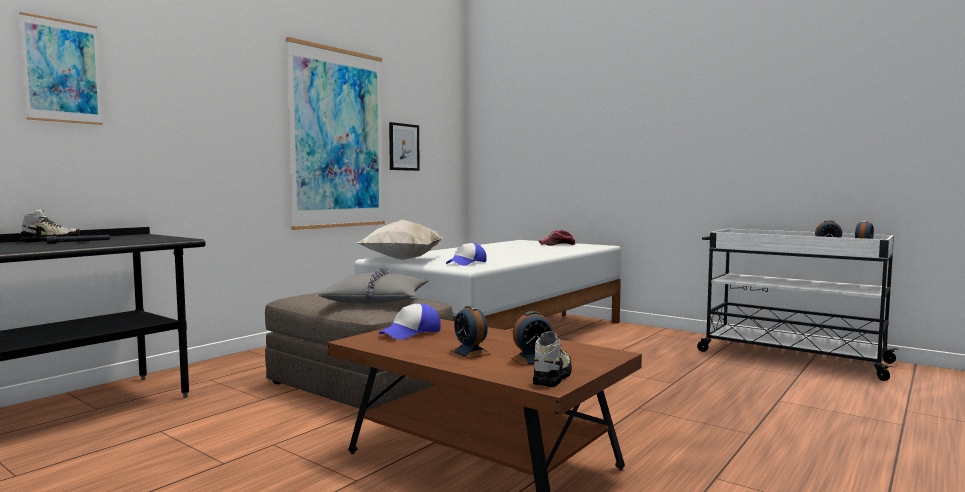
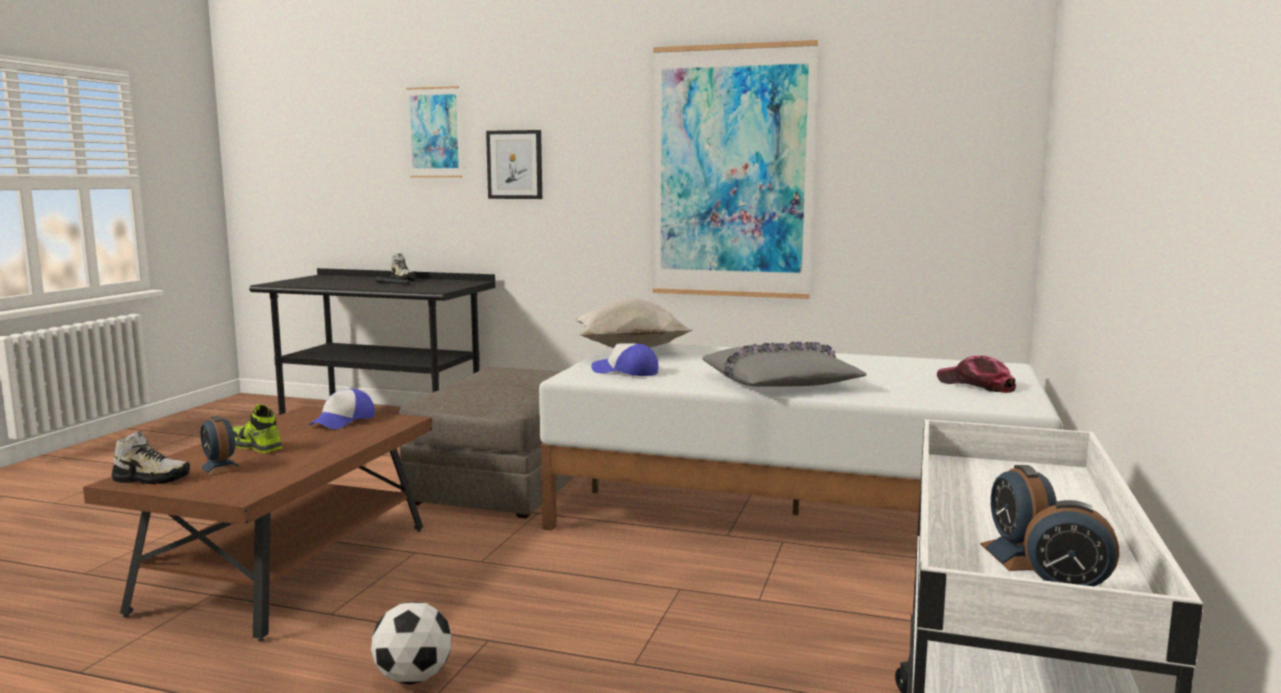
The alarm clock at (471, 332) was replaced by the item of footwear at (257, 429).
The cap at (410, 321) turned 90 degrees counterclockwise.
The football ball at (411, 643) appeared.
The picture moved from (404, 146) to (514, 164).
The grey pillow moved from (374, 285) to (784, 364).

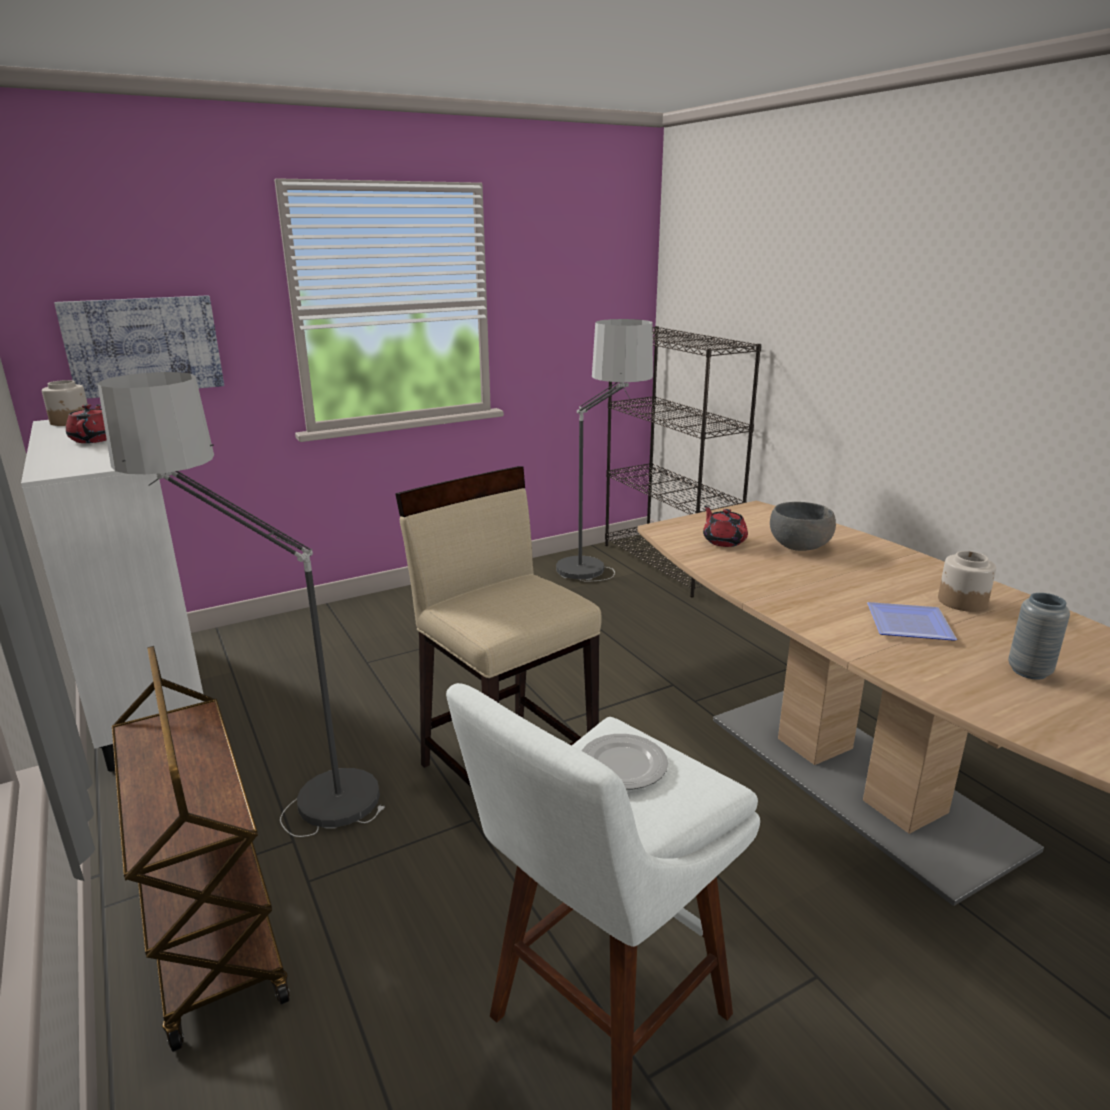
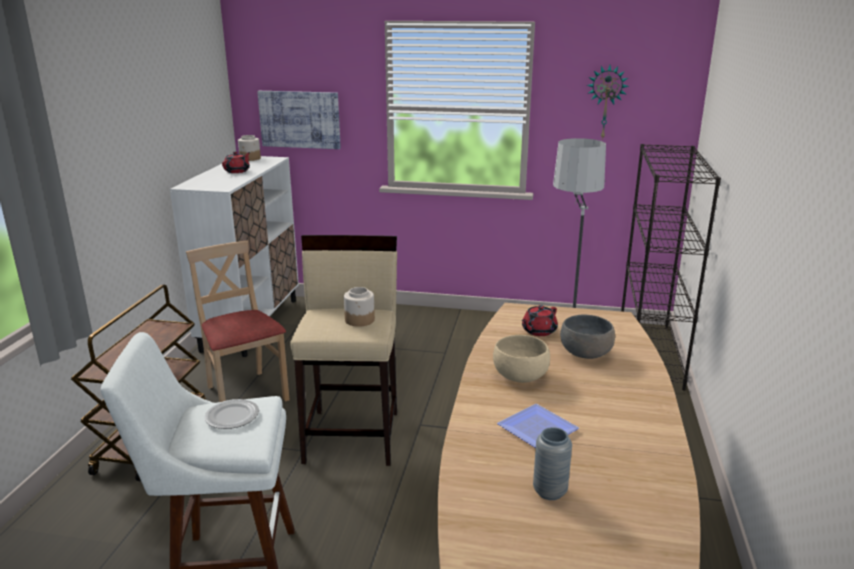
The standing lamp at (241, 604) was replaced by the beige-coloured plain chair at (238, 321).
The jar moved from (967, 581) to (359, 307).
The beige-coloured bowl at (521, 359) appeared.
The red teapot at (725, 526) turned 150 degrees counterclockwise.
The hanging clock at (608, 102) appeared.

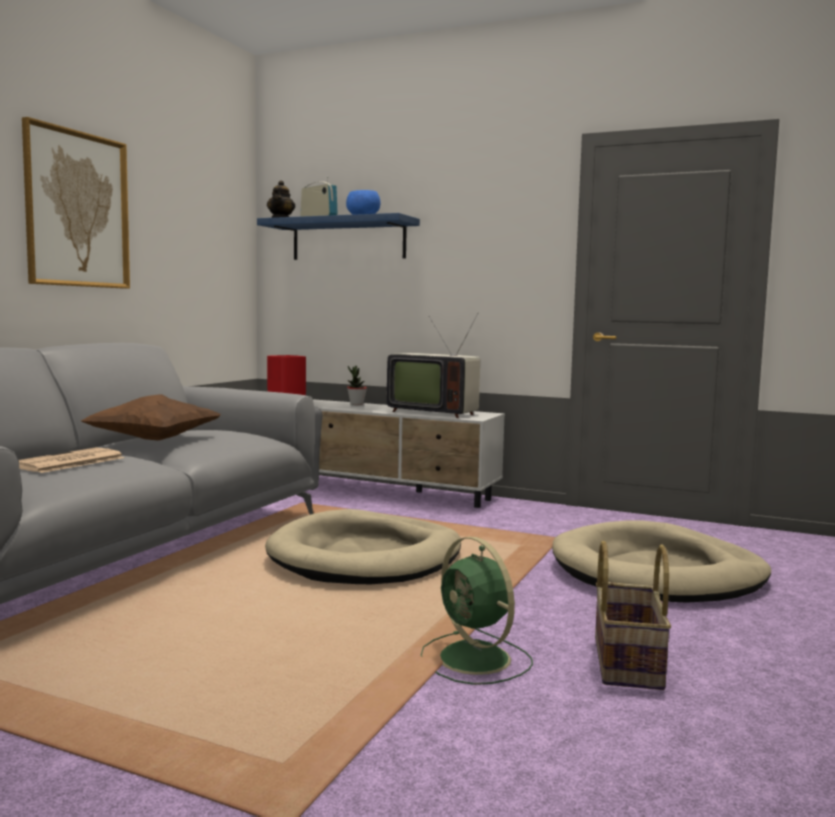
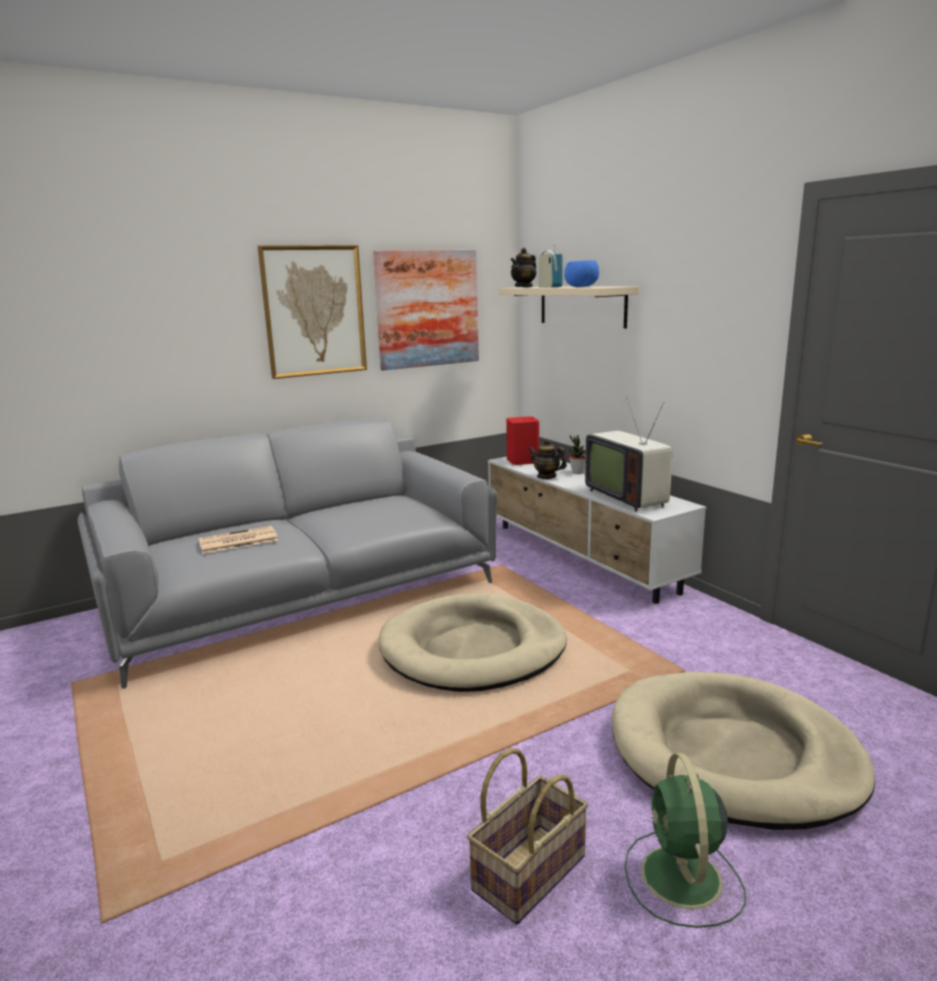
The picture at (426, 309) appeared.
The blue bracket shelf at (338, 236) became the beige-coloured bracket shelf at (569, 307).
The teapot at (547, 459) appeared.
The greenish fan moved from (477, 611) to (685, 840).
The brown-coloured pillow at (150, 417) disappeared.

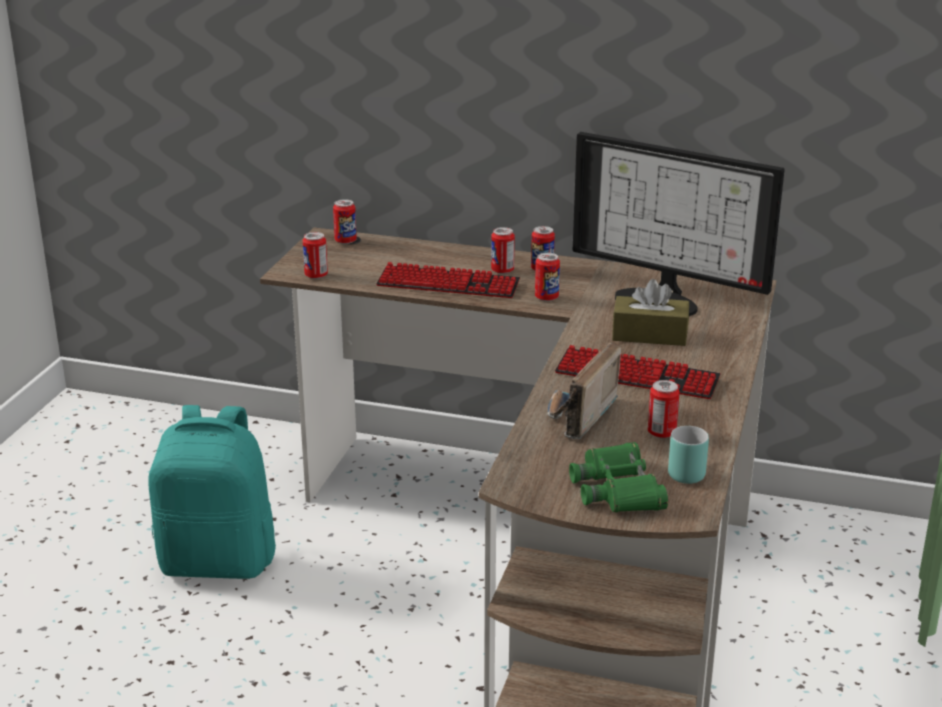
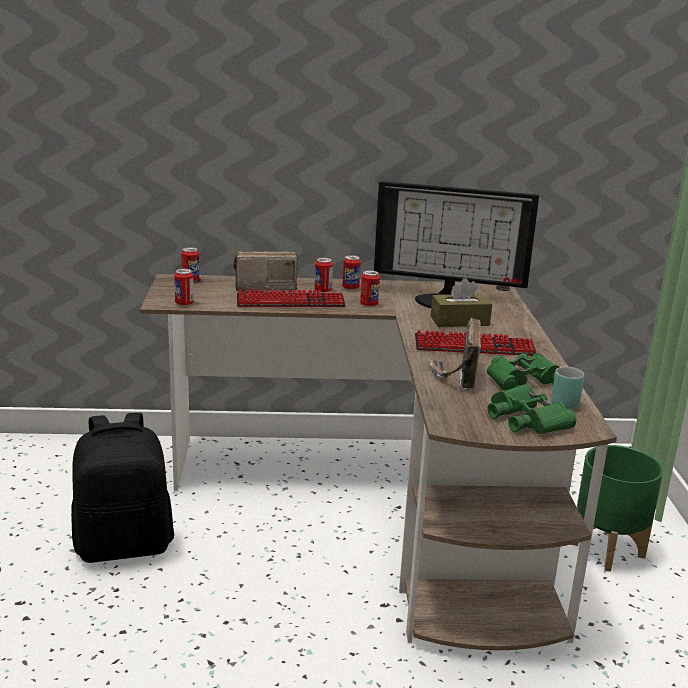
The turquoise-coloured knapsack at (212, 492) became the black-coloured knapsack at (122, 488).
The radio at (265, 271) appeared.
The can at (664, 409) was replaced by the greenish field glasses at (523, 372).
The greenish planter at (617, 508) appeared.

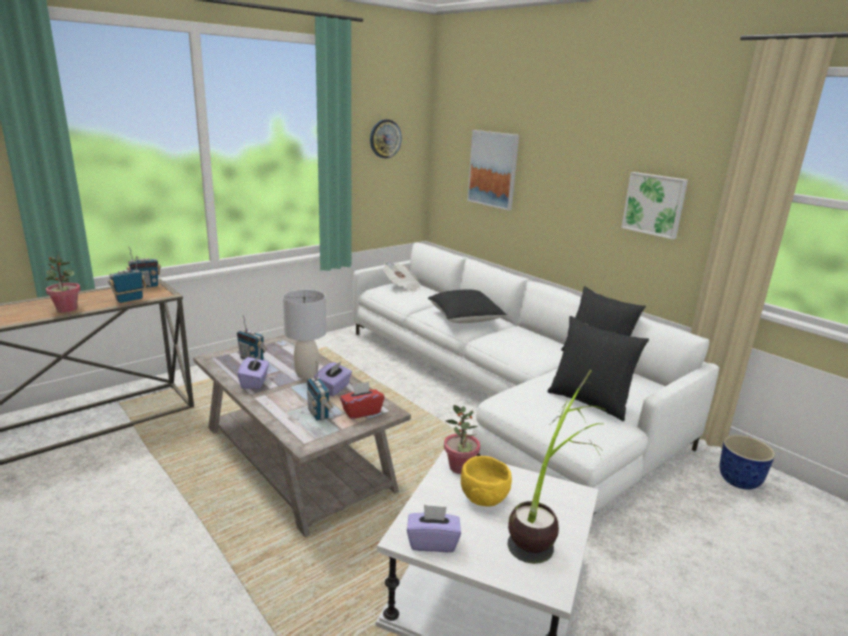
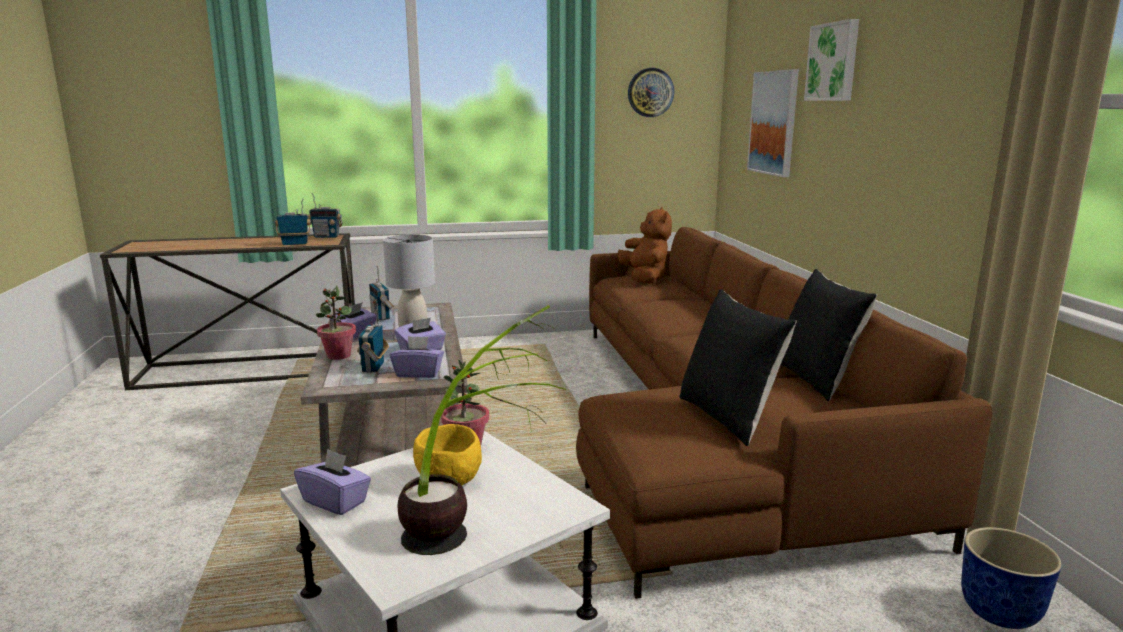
The potted plant moved from (63, 283) to (336, 322).
The red tissue box at (362, 400) became the purple-coloured tissue box at (417, 357).
The whitish sofa at (536, 378) became the brown-coloured sofa at (784, 413).
The printed paper at (402, 276) was replaced by the brown-coloured cuddly toy at (645, 245).
The picture moved from (654, 205) to (831, 60).
The black-coloured pillow at (467, 306) disappeared.

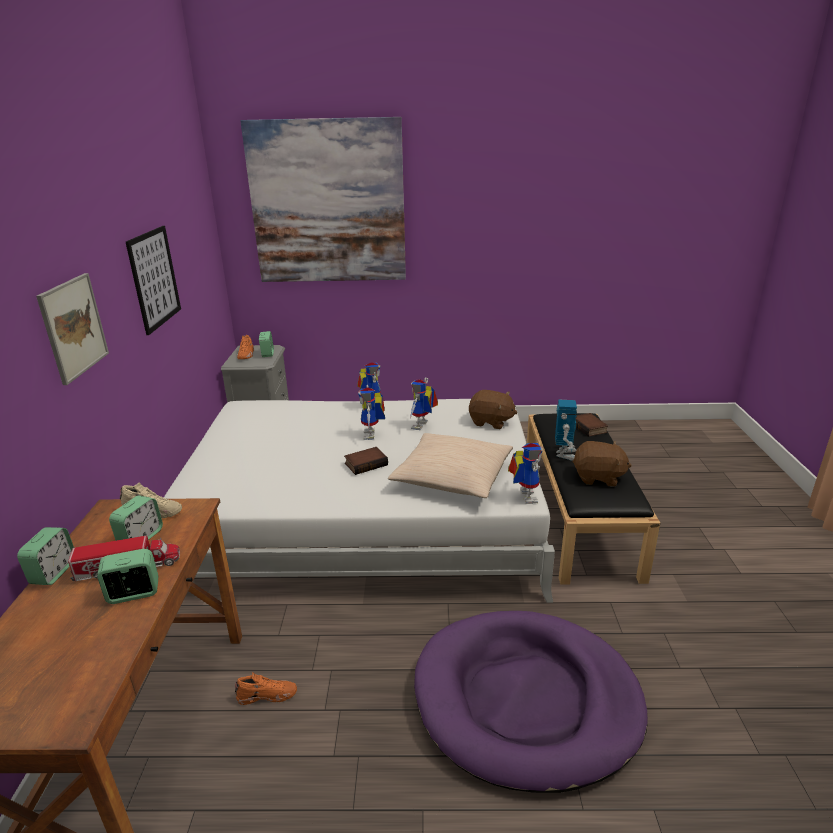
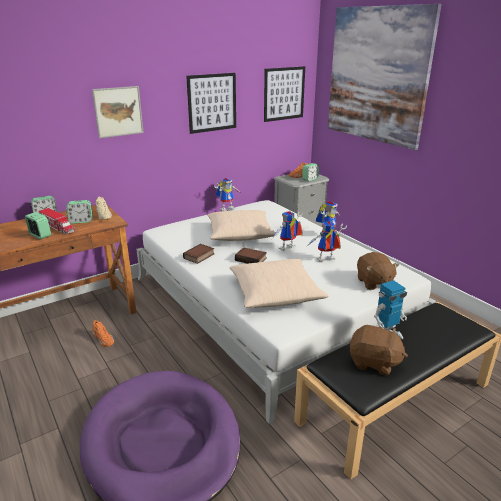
The book moved from (592, 425) to (198, 254).
The beige-coloured pillow at (242, 225) appeared.
The model robot moved from (525, 473) to (226, 194).
The picture at (284, 94) appeared.
The brown-coloured cuddly toy at (602, 464) turned 45 degrees counterclockwise.

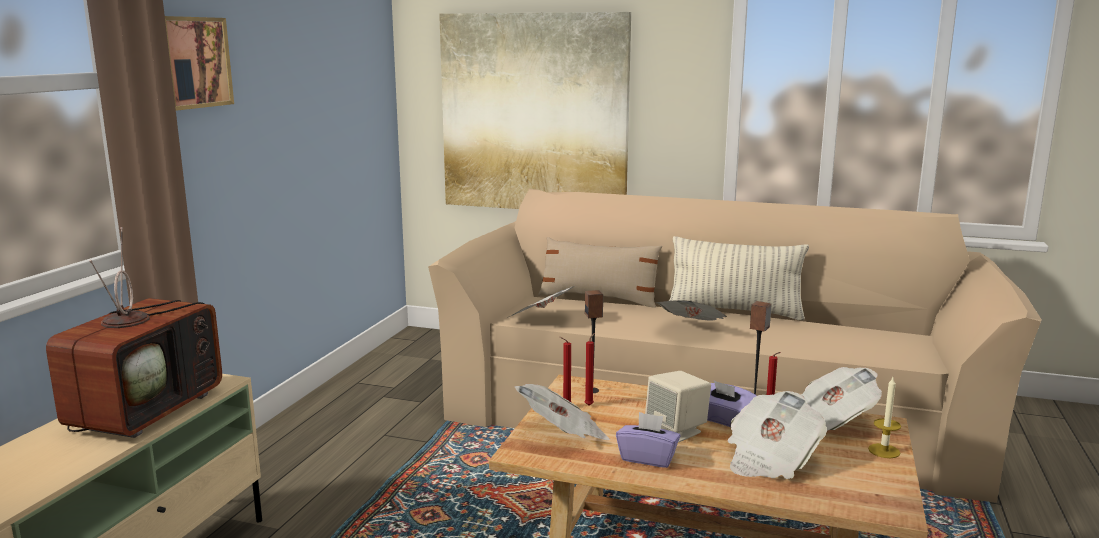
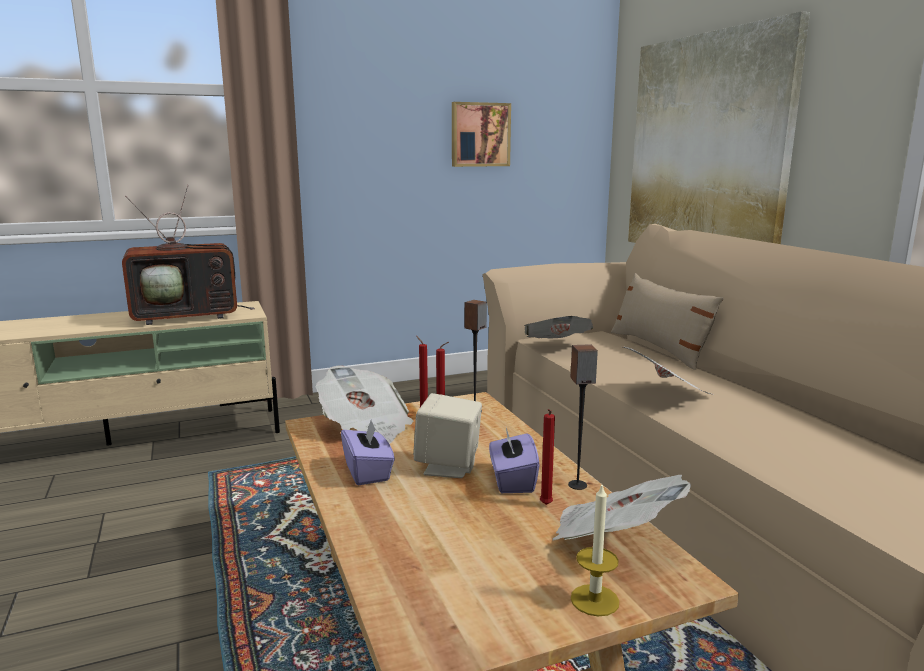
The picture moved from (199, 63) to (481, 134).
The pillow at (739, 278) disappeared.
The printed paper at (777, 435) disappeared.

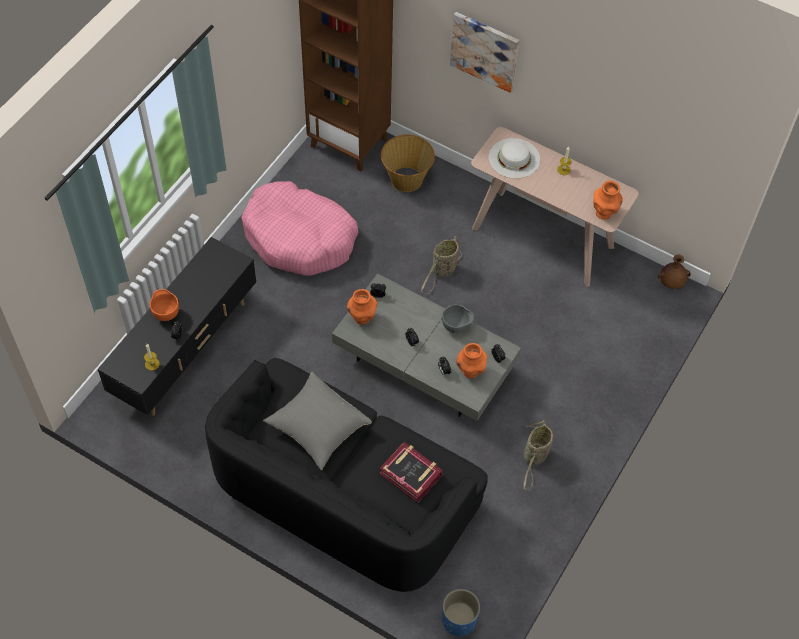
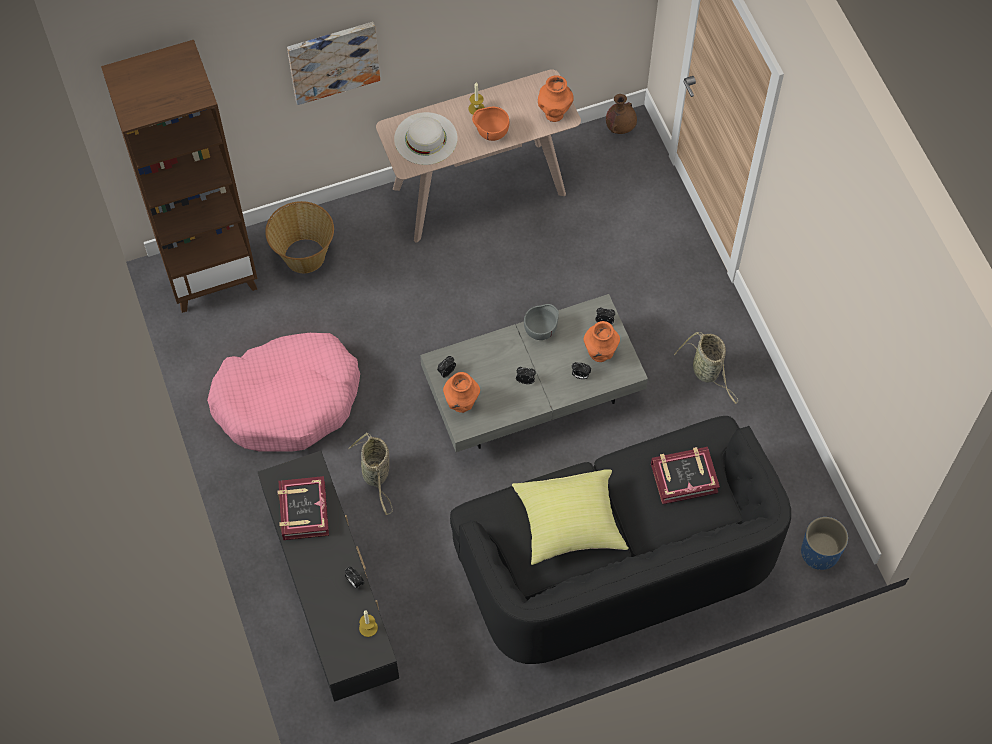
The book at (303, 508) appeared.
The household basket moved from (441, 265) to (370, 474).
The orange-coloured bowl moved from (164, 305) to (490, 124).
The grey pillow at (317, 421) became the yellowish pillow at (570, 517).

